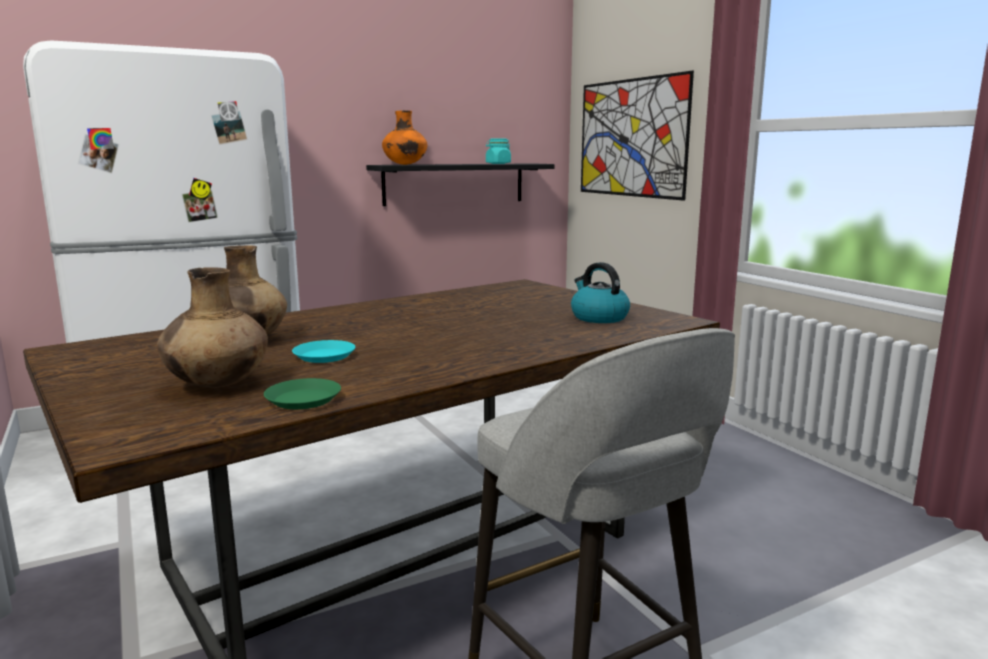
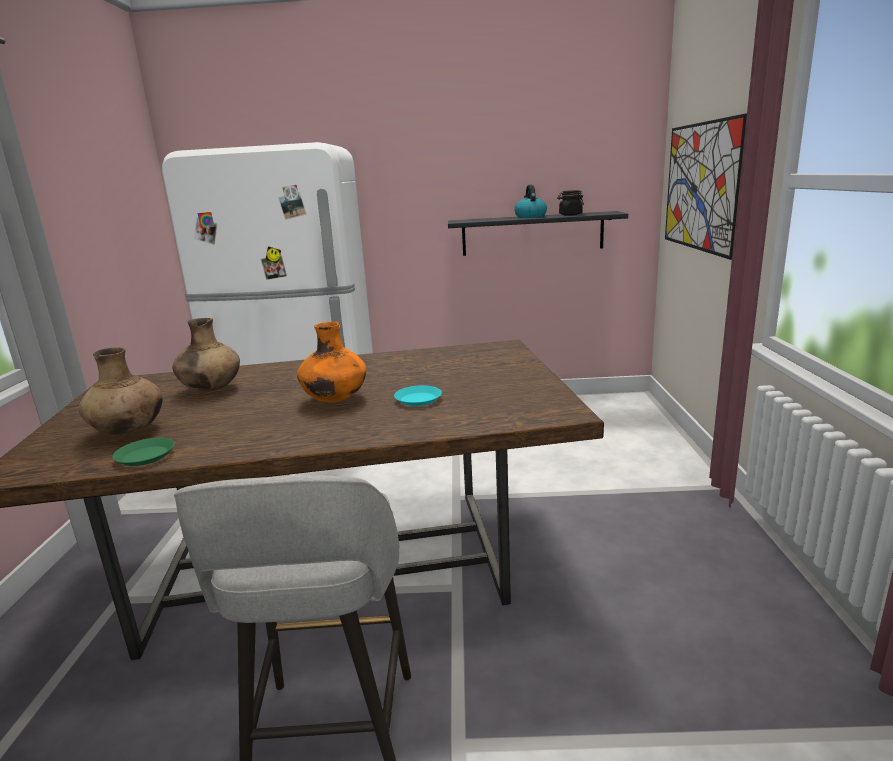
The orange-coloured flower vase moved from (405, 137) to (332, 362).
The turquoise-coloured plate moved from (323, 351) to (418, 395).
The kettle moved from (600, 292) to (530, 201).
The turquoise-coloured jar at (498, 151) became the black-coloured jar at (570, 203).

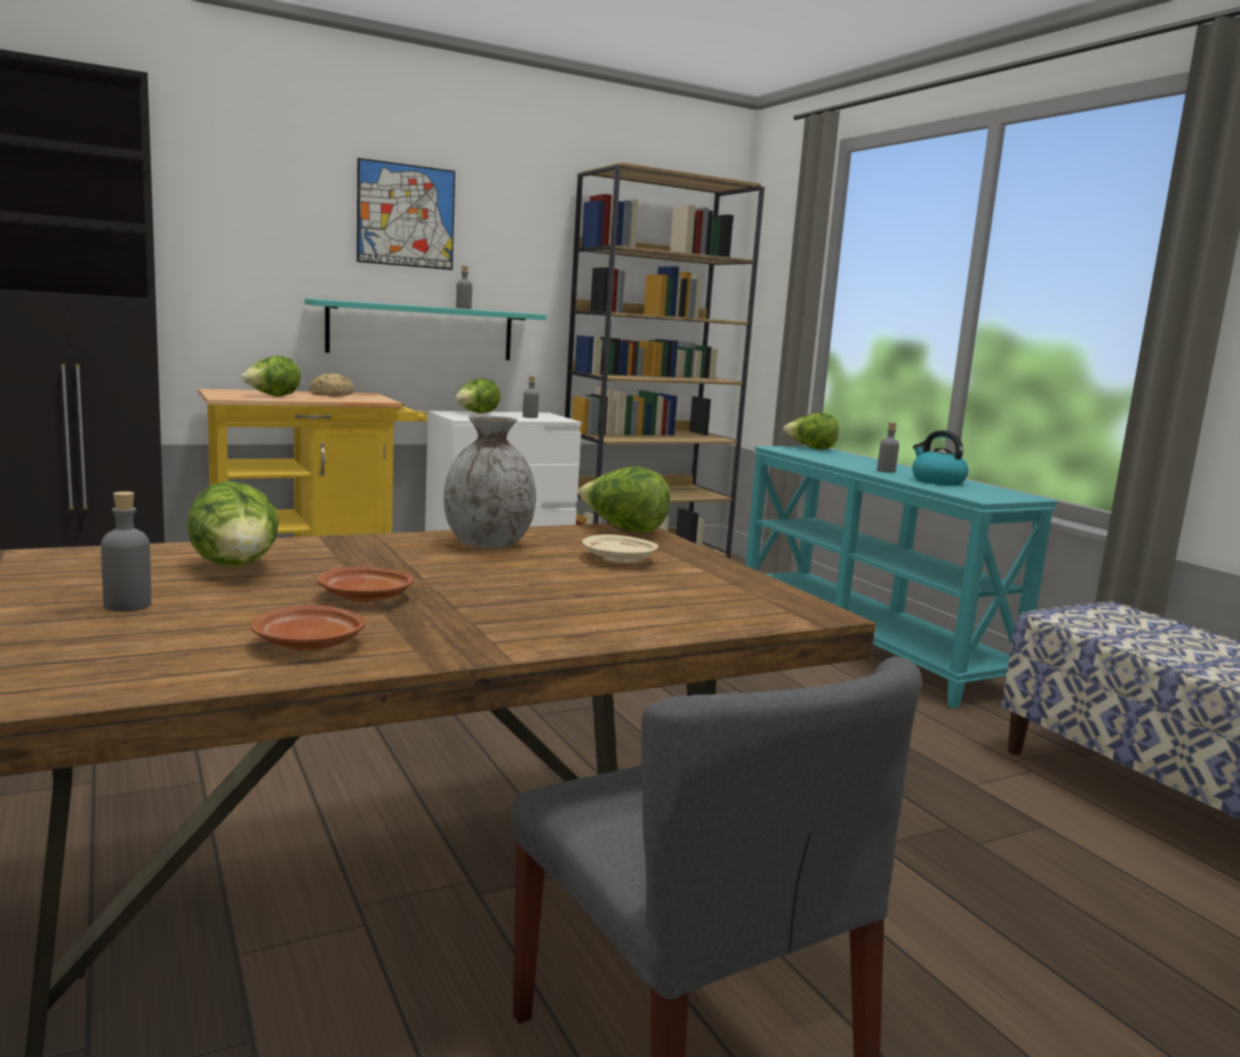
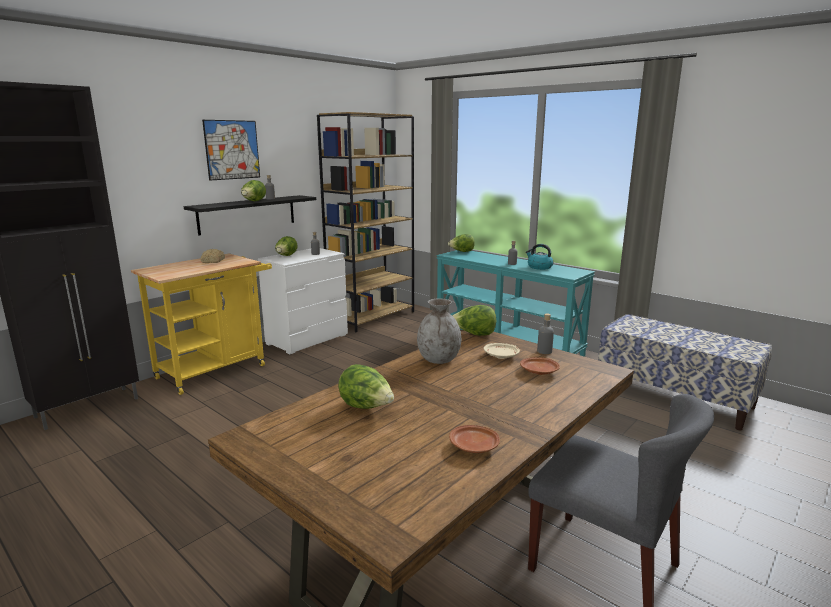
The turquoise-coloured bracket shelf at (425, 329) became the black-coloured bracket shelf at (250, 215).
The head of lettuce moved from (271, 376) to (253, 190).
The brown-coloured plate moved from (365, 584) to (540, 366).
The grey bottle moved from (126, 551) to (545, 334).

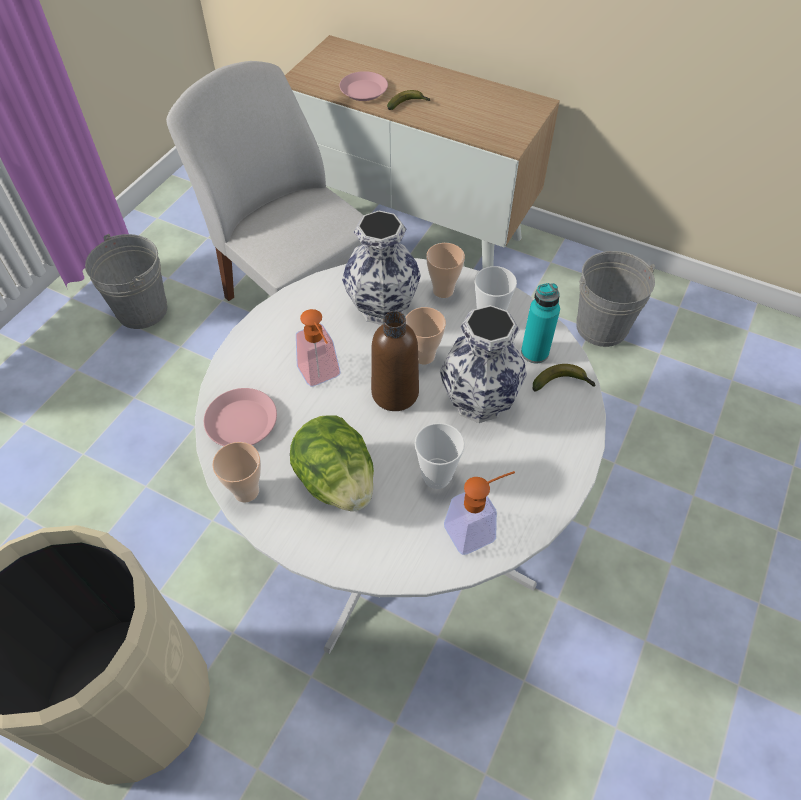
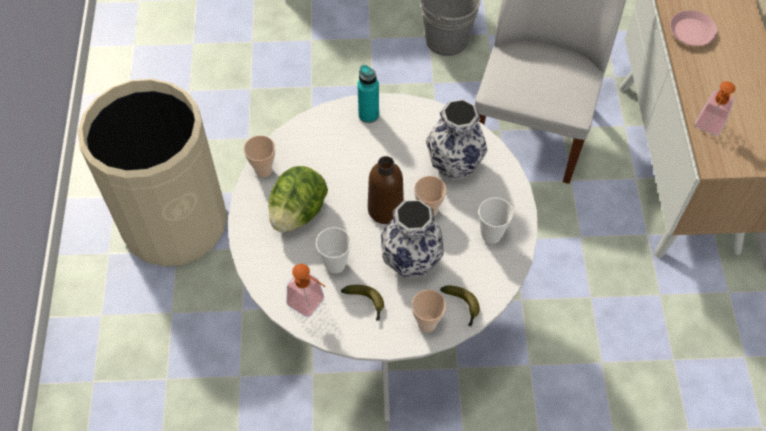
The banana moved from (408, 100) to (362, 303).
The turquoise-coloured bottle moved from (540, 323) to (368, 94).
The small cup moved from (445, 270) to (429, 311).
The soap bottle moved from (318, 348) to (715, 108).
The pink plate at (240, 417) disappeared.
The grey pail at (615, 299) disappeared.

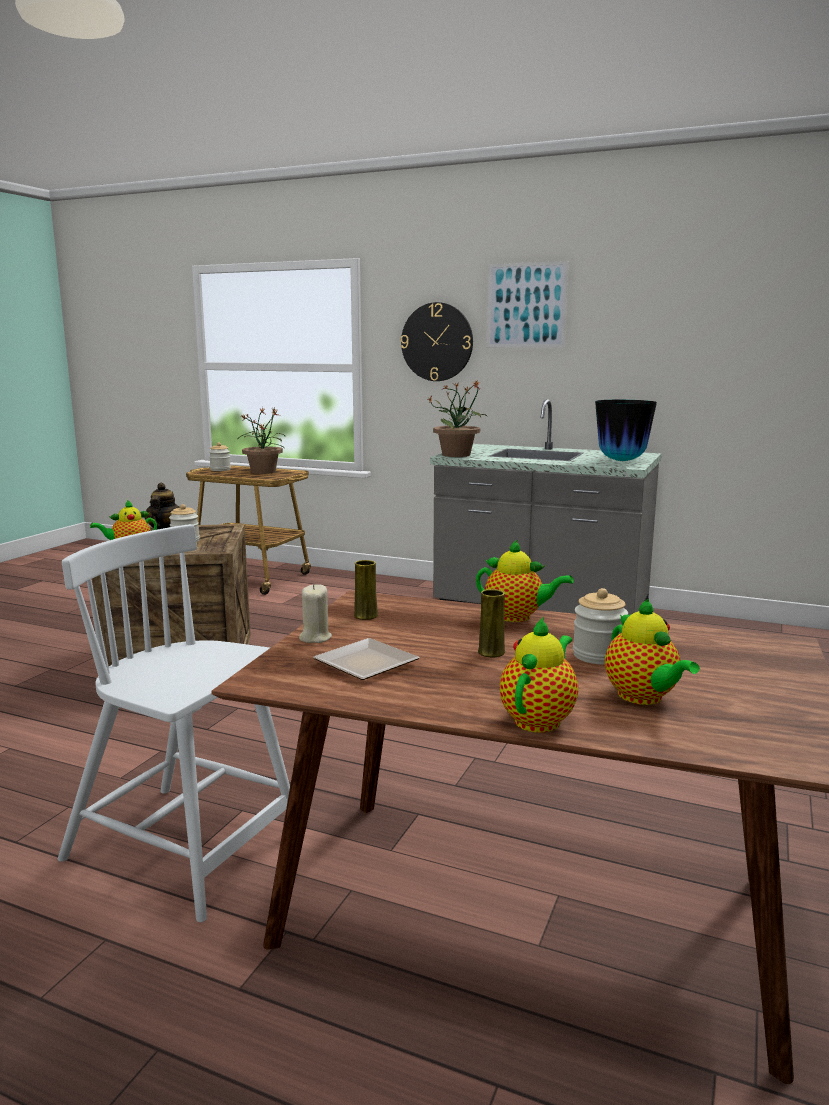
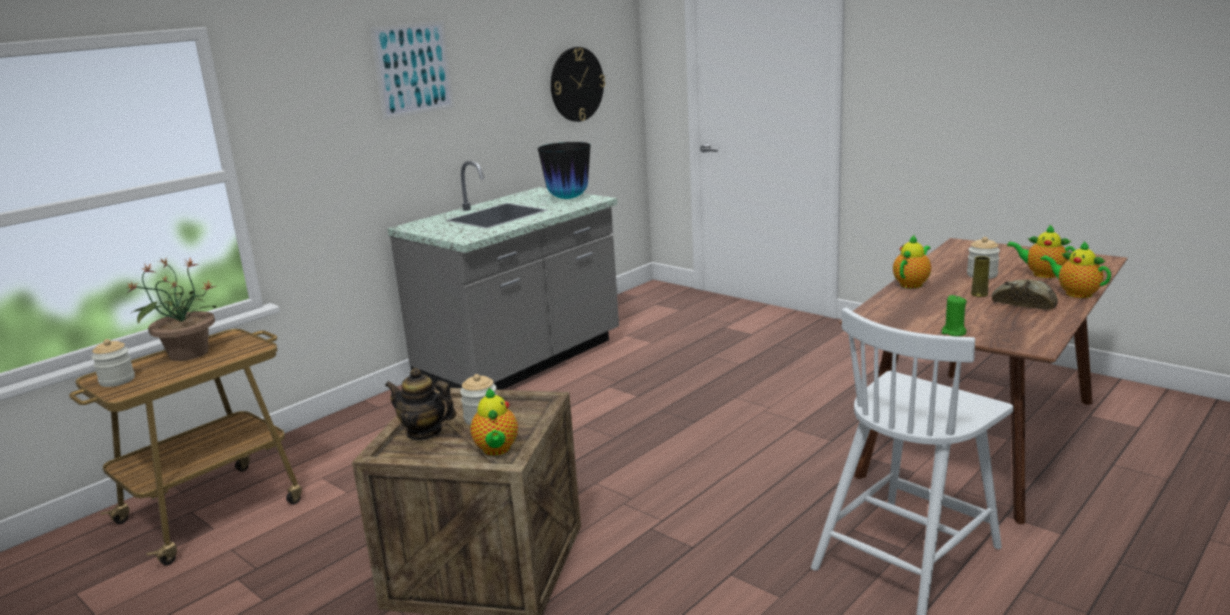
The hanging clock moved from (437, 341) to (578, 84).
The beige-coloured wax light at (315, 613) became the greenish wax light at (954, 315).
The bread at (1025, 294) appeared.
The teapot at (652, 651) turned 150 degrees counterclockwise.
The plate at (366, 659) disappeared.
The yellowish flower vase at (366, 590) disappeared.
The potted plant at (457, 419) disappeared.

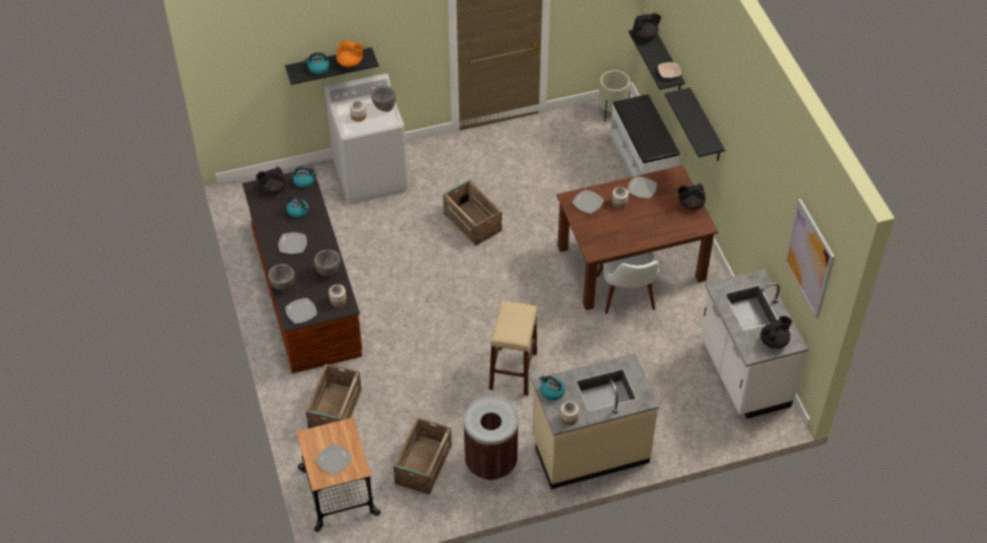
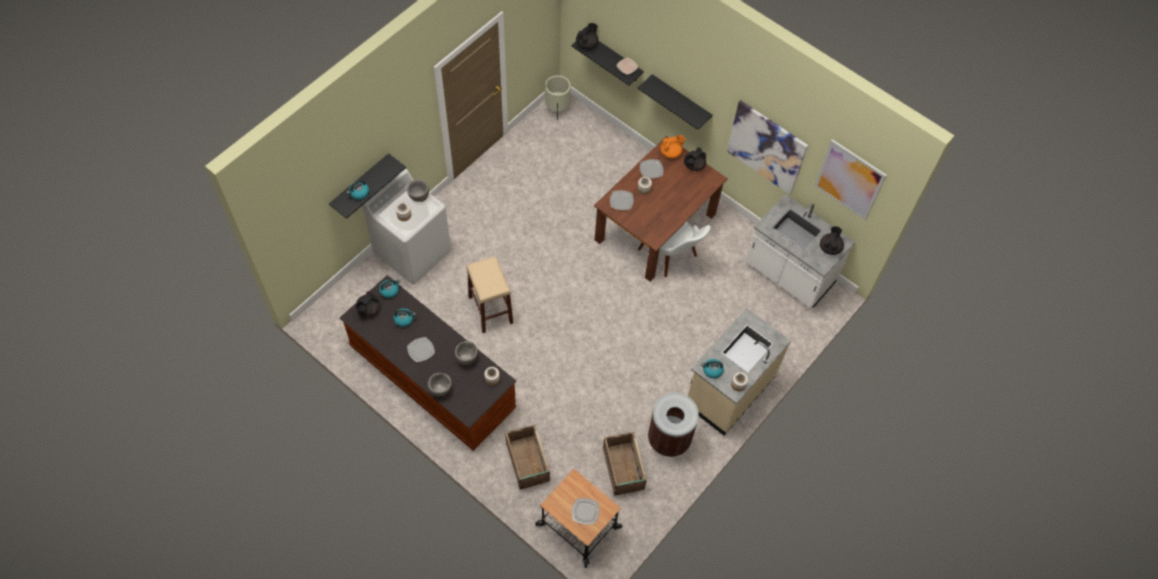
The beige-coloured sitting stool moved from (513, 348) to (490, 294).
The orange-coloured teapot moved from (350, 53) to (673, 147).
The picture at (767, 147) appeared.
The plate at (301, 311) disappeared.
The shipping crate at (472, 213) disappeared.
The whitish indoor bench at (645, 135) disappeared.

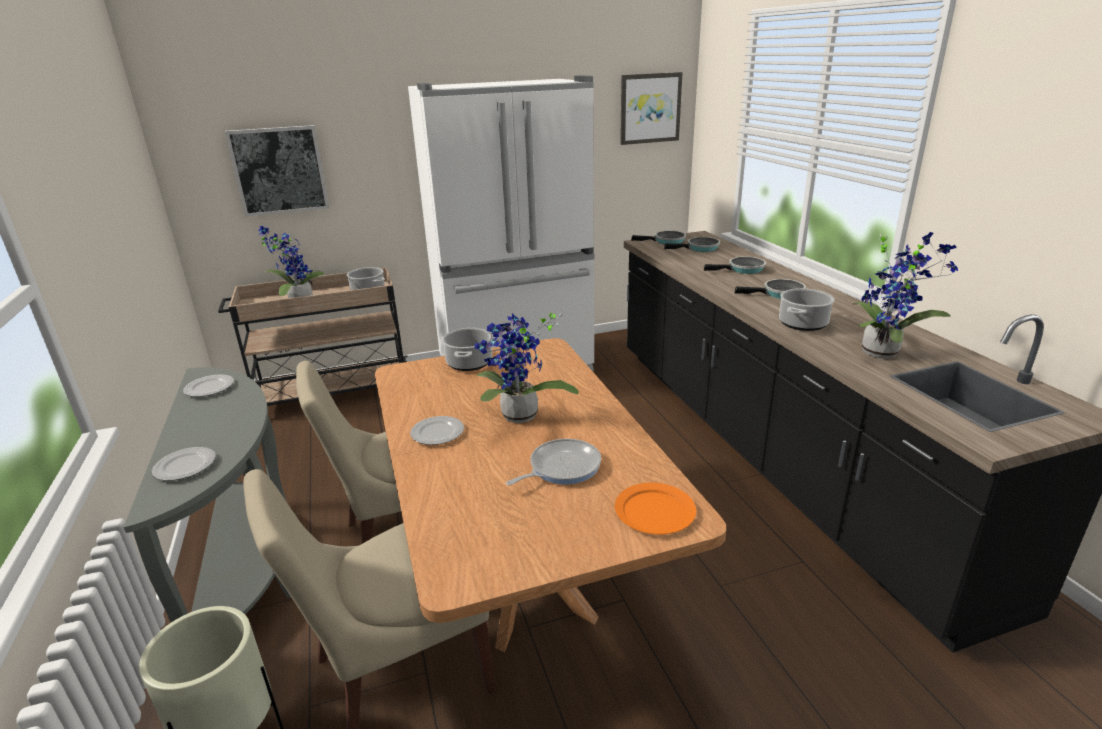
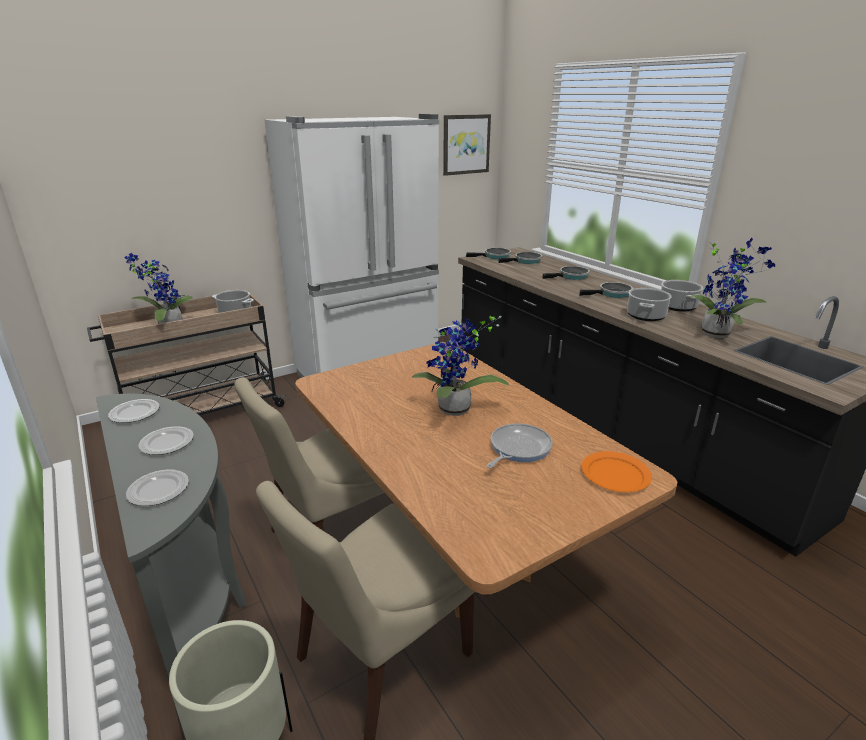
The plate moved from (437, 430) to (166, 440).
The saucepot moved from (467, 349) to (682, 296).
The picture at (277, 171) disappeared.

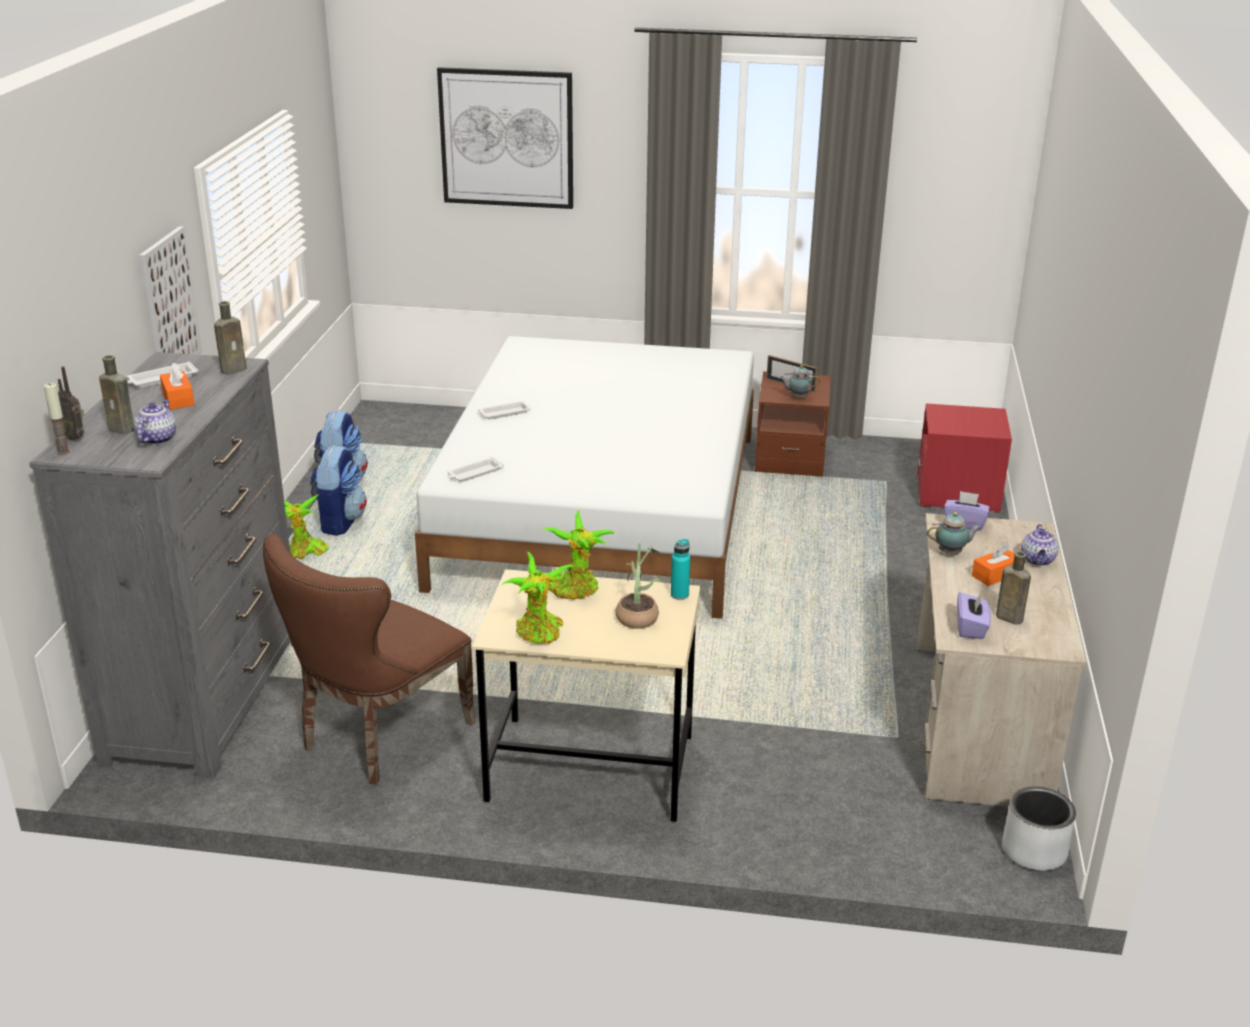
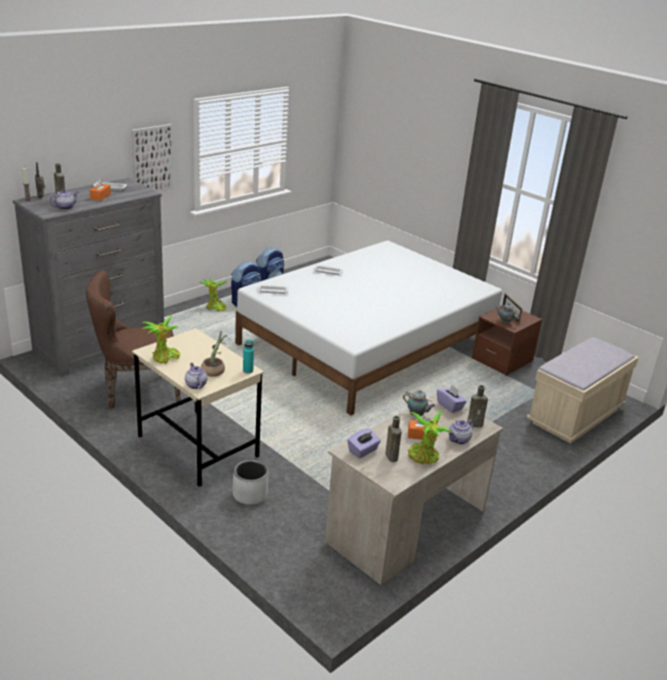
The teapot at (196, 376) appeared.
The grey planter moved from (1039, 828) to (250, 482).
The potted plant moved from (579, 555) to (429, 437).
The brown-coloured bottle moved from (230, 337) to (477, 406).
The red bedside table at (964, 458) was replaced by the beige-coloured indoor bench at (583, 390).
The picture at (505, 138) disappeared.

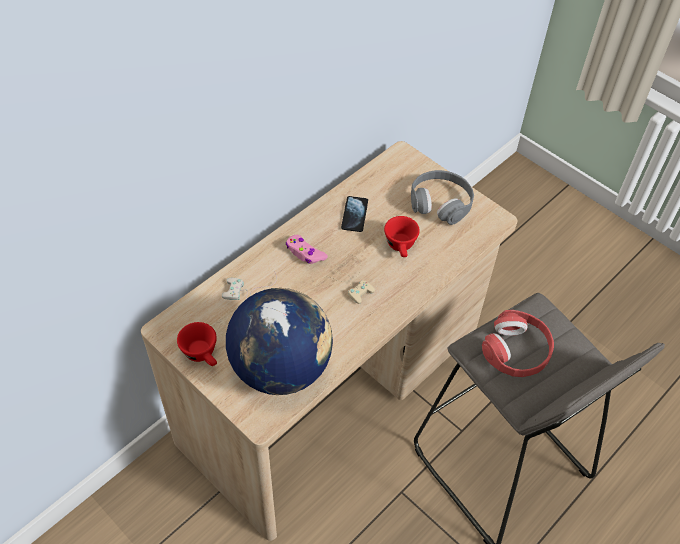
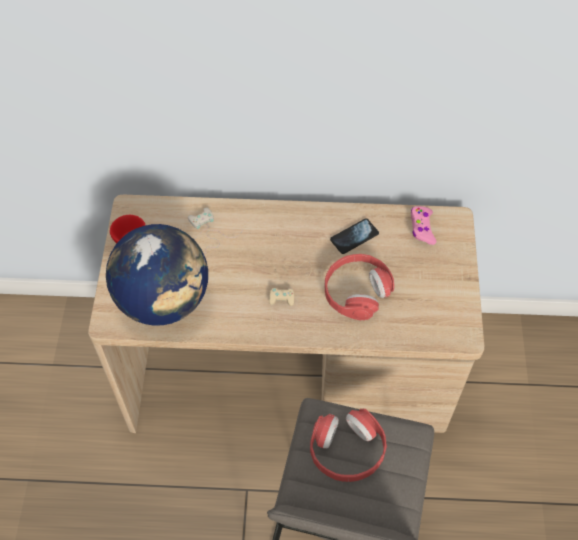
The red small cup at (402, 236) was replaced by the red headset at (359, 287).
The pink game controller moved from (307, 249) to (423, 225).
The grey headset at (442, 197) disappeared.

